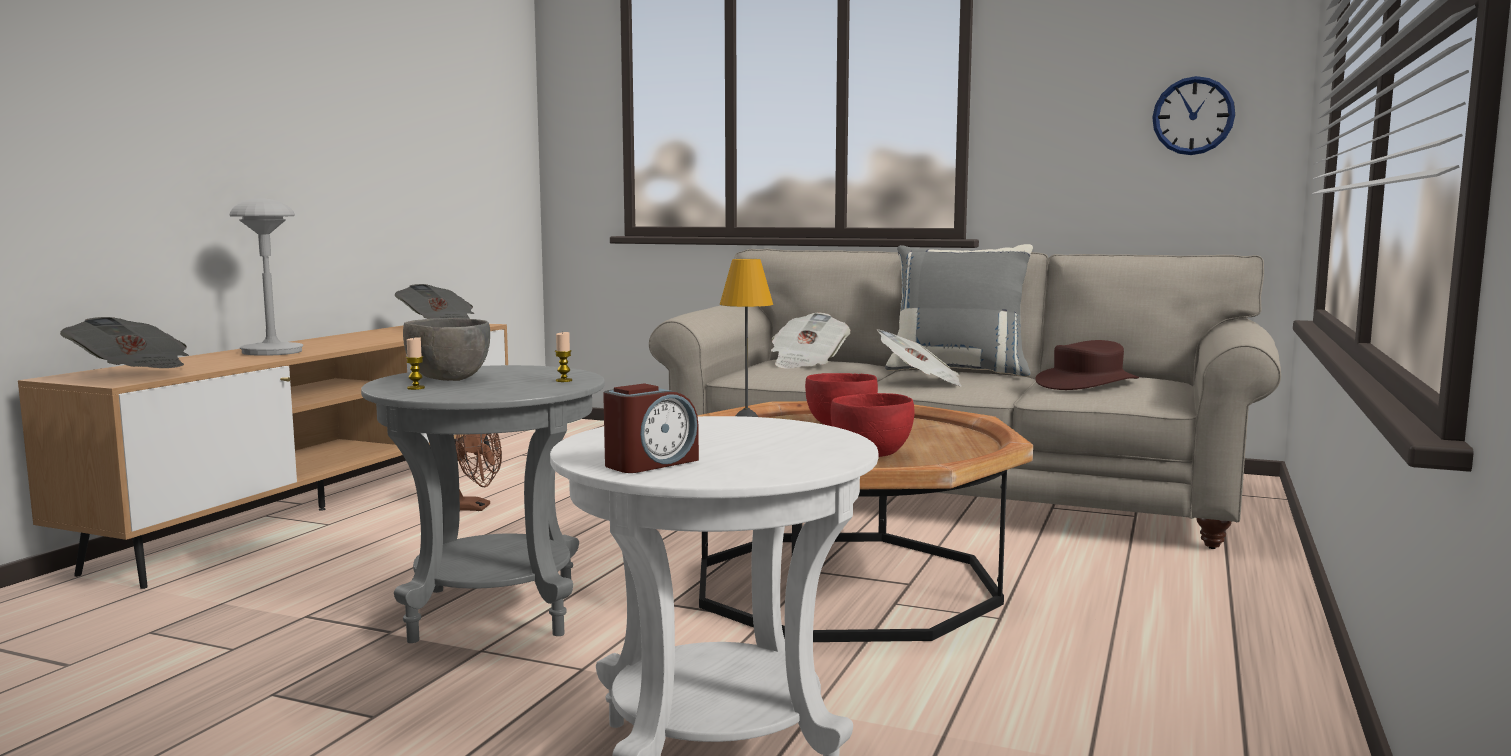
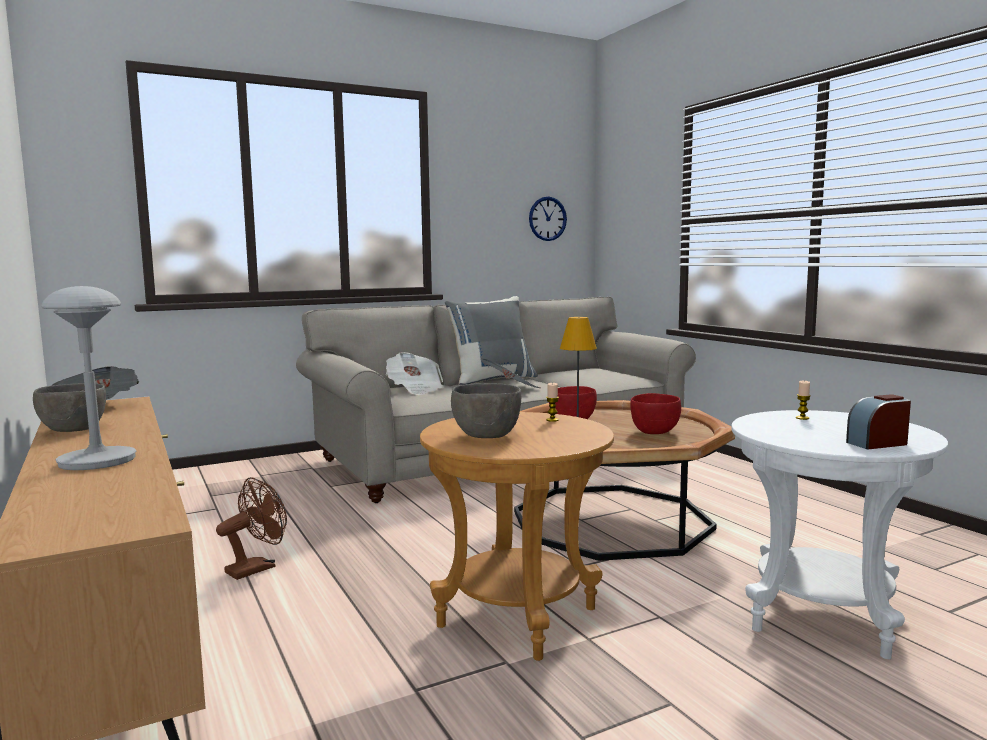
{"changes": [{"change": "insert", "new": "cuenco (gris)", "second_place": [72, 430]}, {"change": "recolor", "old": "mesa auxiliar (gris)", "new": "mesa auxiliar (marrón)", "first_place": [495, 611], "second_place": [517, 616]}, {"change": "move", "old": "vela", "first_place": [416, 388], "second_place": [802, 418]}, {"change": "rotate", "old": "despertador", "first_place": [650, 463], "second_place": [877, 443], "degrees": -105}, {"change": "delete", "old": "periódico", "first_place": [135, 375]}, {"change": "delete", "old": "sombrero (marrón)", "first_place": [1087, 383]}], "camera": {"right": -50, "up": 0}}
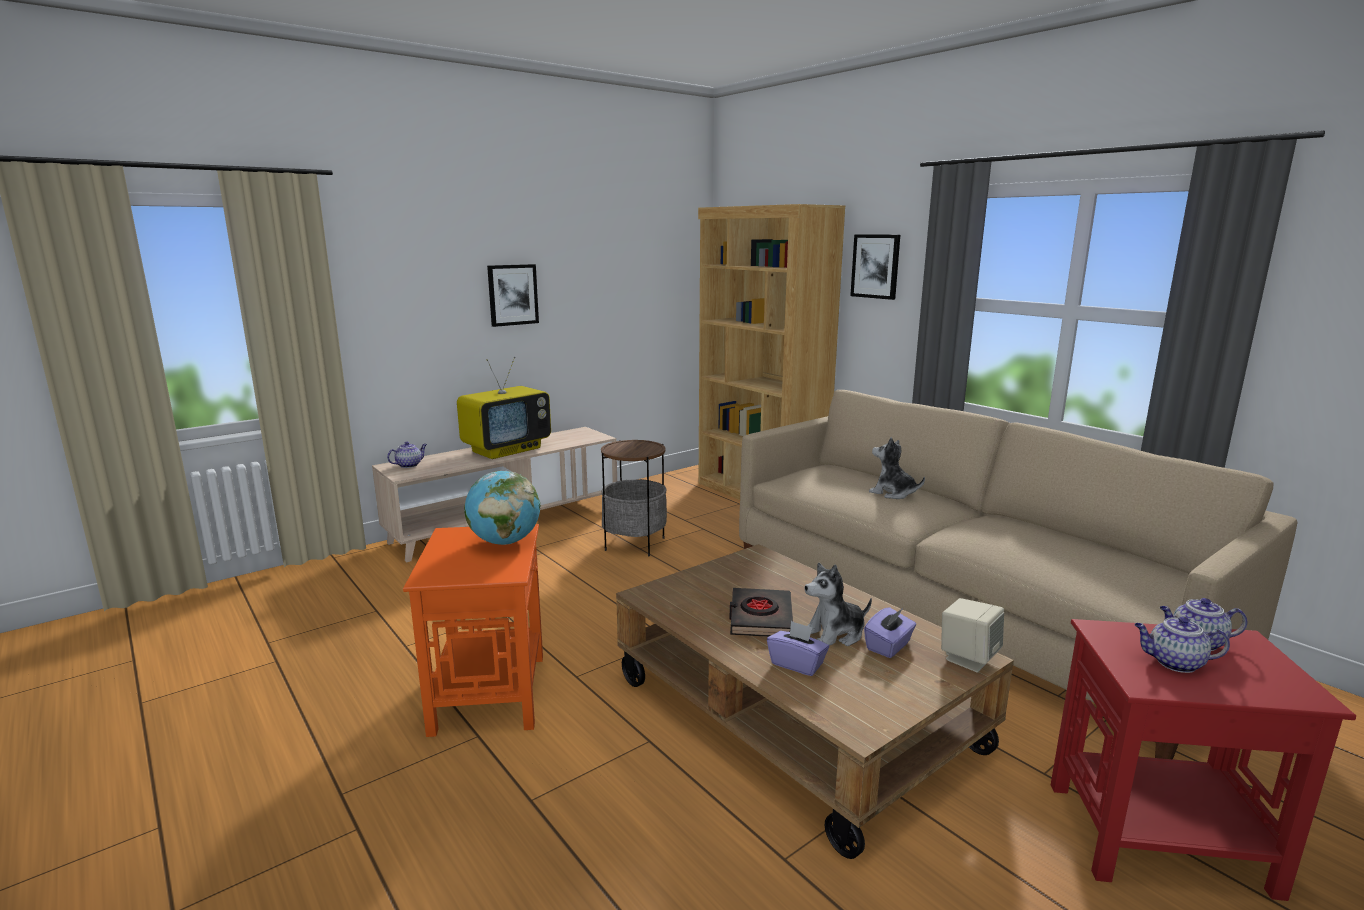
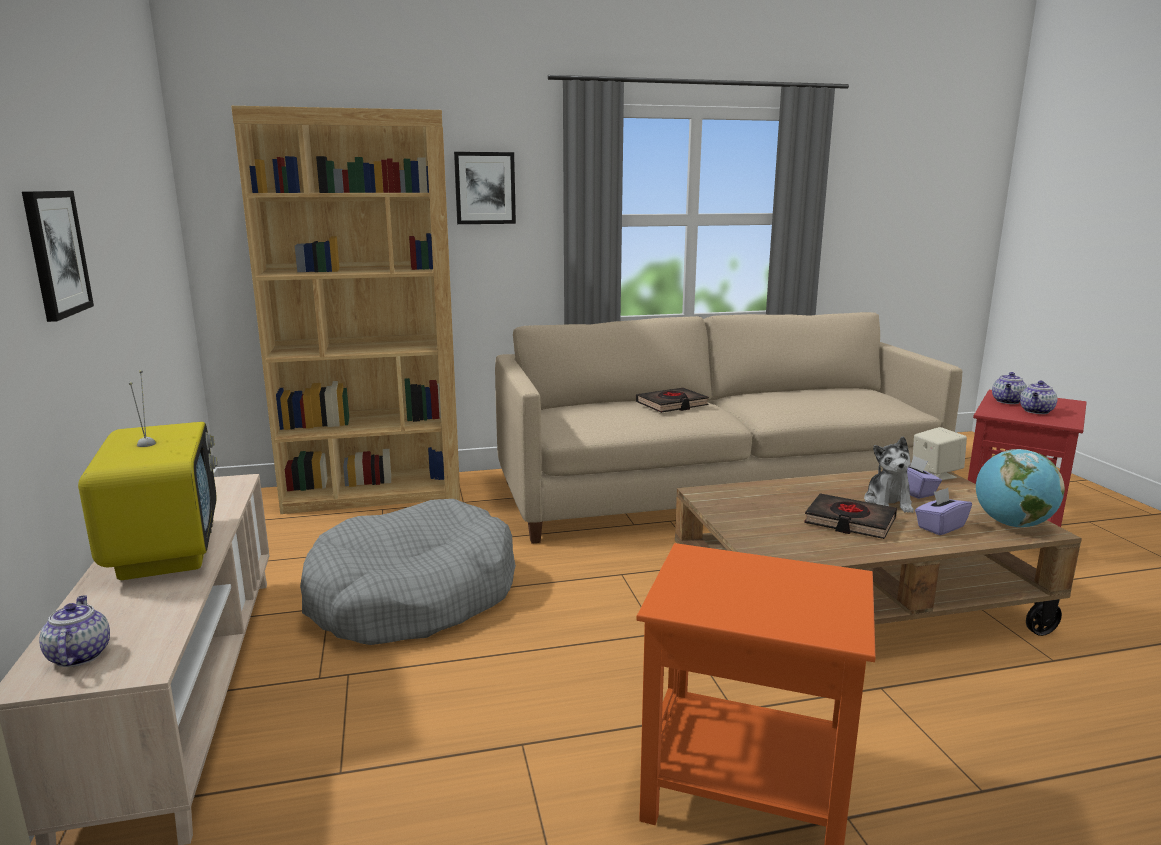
{"changes": [{"change": "replace", "old": "mesa auxiliar", "new": "cama para perro (gris)", "first_place": [635, 544], "second_place": [412, 596]}, {"change": "replace", "old": "peluche", "new": "libro (negro)", "first_place": [893, 493], "second_place": [672, 405]}, {"change": "move", "old": "globo terráqueo", "first_place": [505, 542], "second_place": [1012, 524]}], "camera": {"right": -65, "up": 0}}
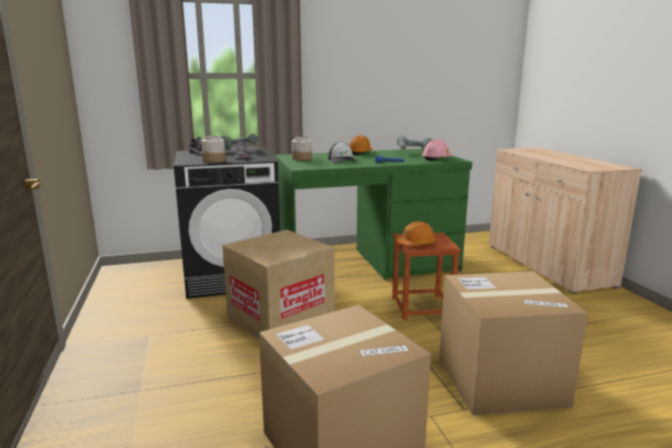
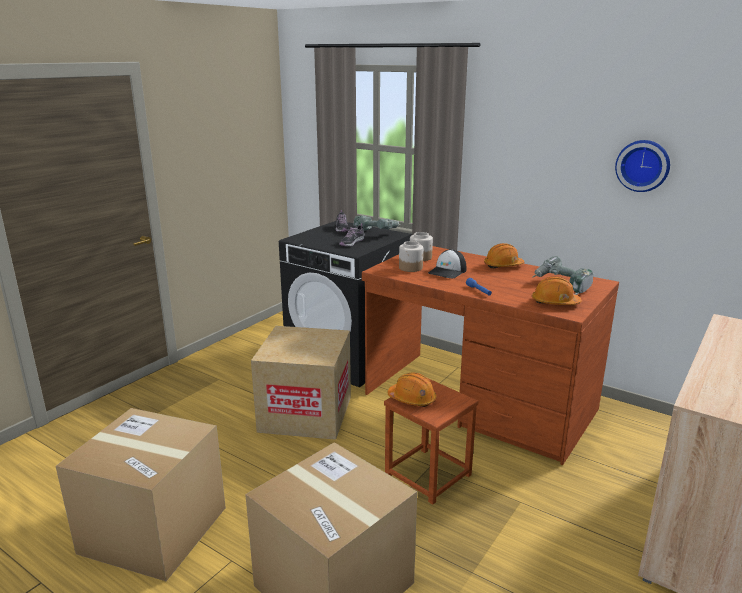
{"changes": [{"change": "recolor", "old": "escritorio (verde)", "new": "escritorio (marrón)", "first_place": [368, 264], "second_place": [479, 402]}, {"change": "move", "old": "tarro", "first_place": [214, 160], "second_place": [411, 268]}, {"change": "recolor", "old": "casco (rosa)", "new": "casco (naranja)", "first_place": [436, 158], "second_place": [554, 302]}, {"change": "insert", "new": "reloj de pared", "second_place": [643, 165]}], "camera": {"right": 50, "up": 5}}
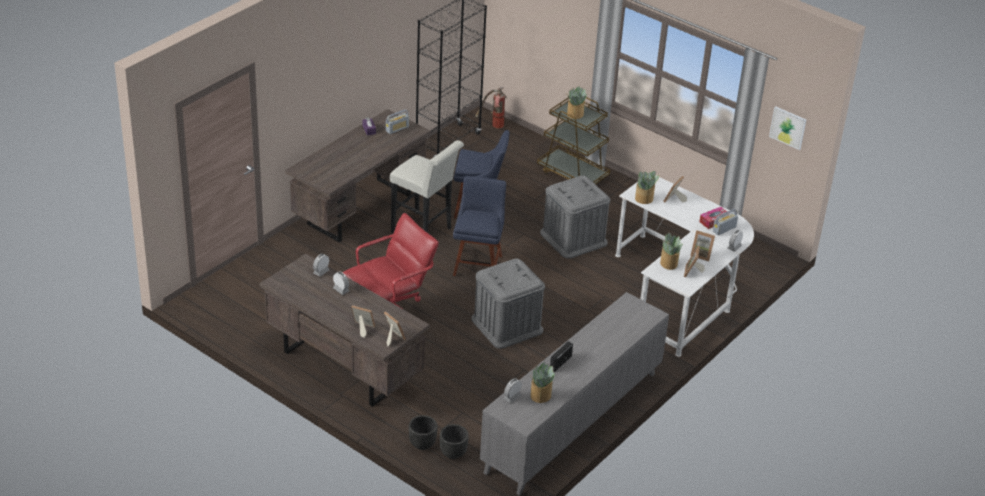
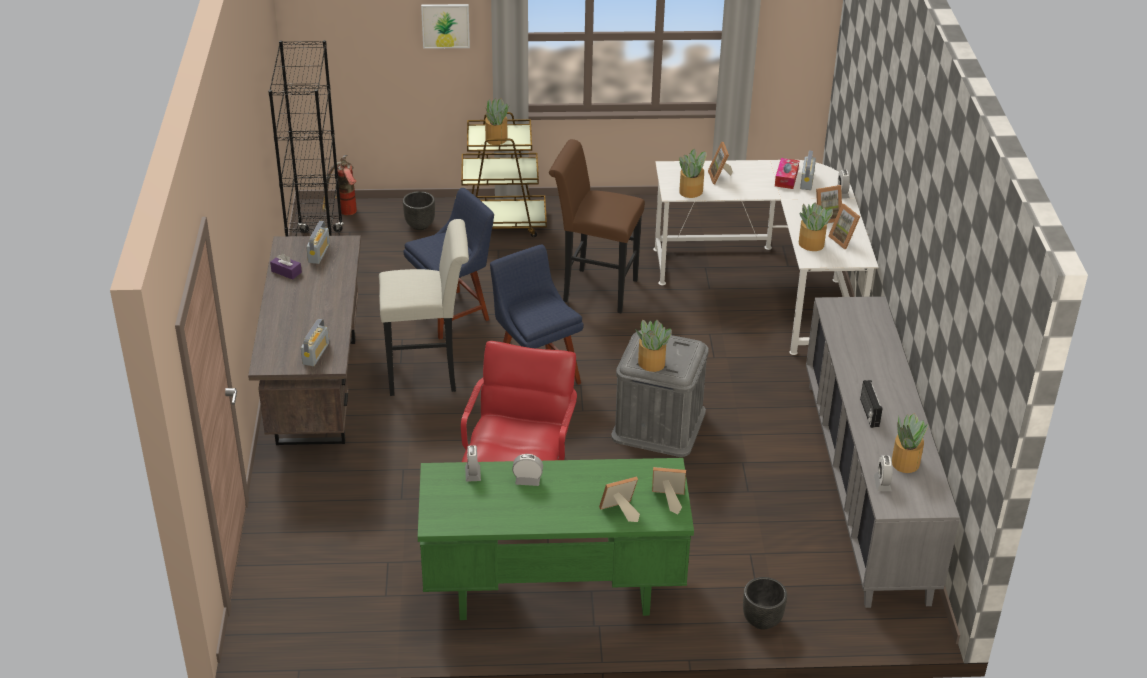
{"changes": [{"change": "insert", "new": "radio", "second_place": [316, 354]}, {"change": "move", "old": "maceta (negro)", "first_place": [453, 453], "second_place": [420, 225]}, {"change": "recolor", "old": "escritorio (marrón)", "new": "escritorio (verde)", "first_place": [343, 366], "second_place": [552, 590]}, {"change": "move", "old": "cuadro", "first_place": [788, 127], "second_place": [445, 25]}, {"change": "replace", "old": "caja de almacenaje (gris)", "new": "taburete (marrón)", "first_place": [573, 238], "second_place": [594, 289]}, {"change": "insert", "new": "planta en maceta", "second_place": [651, 363]}], "camera": {"right": -40, "up": 0}}
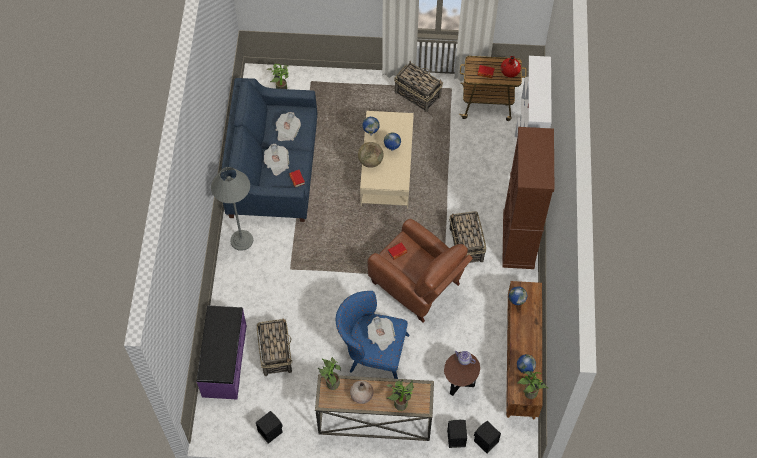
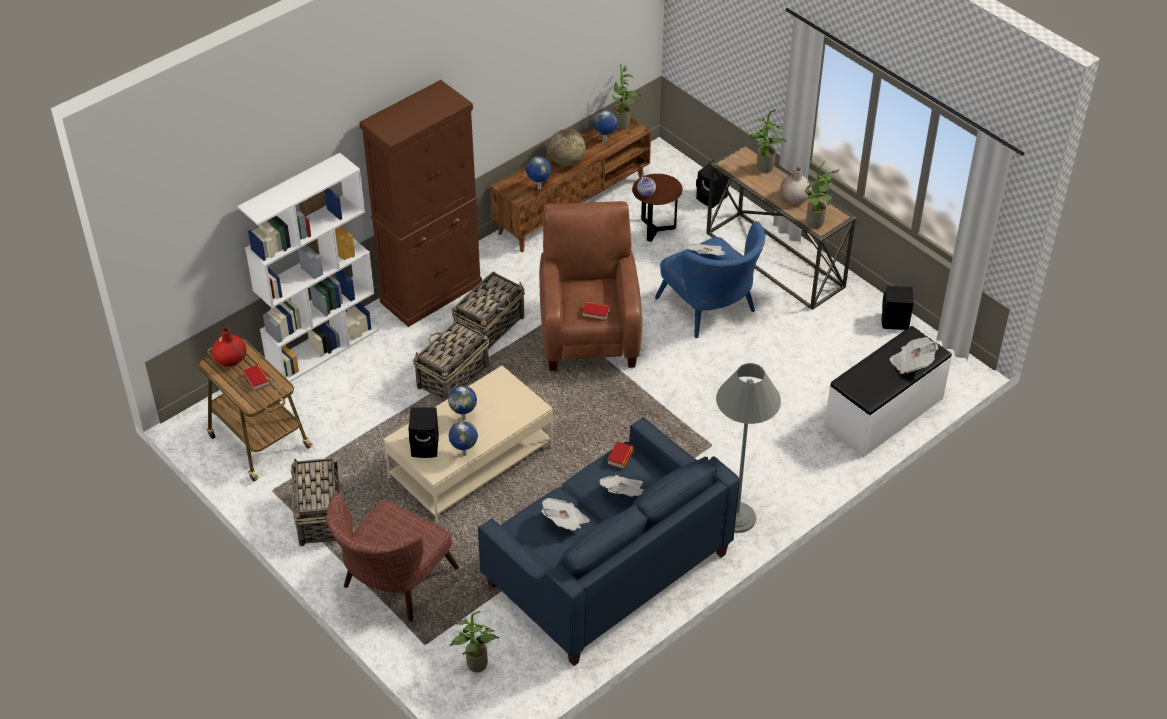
{"changes": [{"change": "insert", "new": "sillón (marrón)", "second_place": [392, 585]}, {"change": "move", "old": "altavoz (negro)", "first_place": [485, 442], "second_place": [426, 446]}, {"change": "move", "old": "cesta", "first_place": [275, 352], "second_place": [452, 377]}, {"change": "move", "old": "globo terráqueo", "first_place": [370, 161], "second_place": [567, 161]}, {"change": "recolor", "old": "banco (morado)", "new": "banco (blanco)", "first_place": [224, 361], "second_place": [884, 413]}, {"change": "insert", "new": "periódico", "second_place": [911, 363]}], "camera": {"right": -135, "up": -15}}
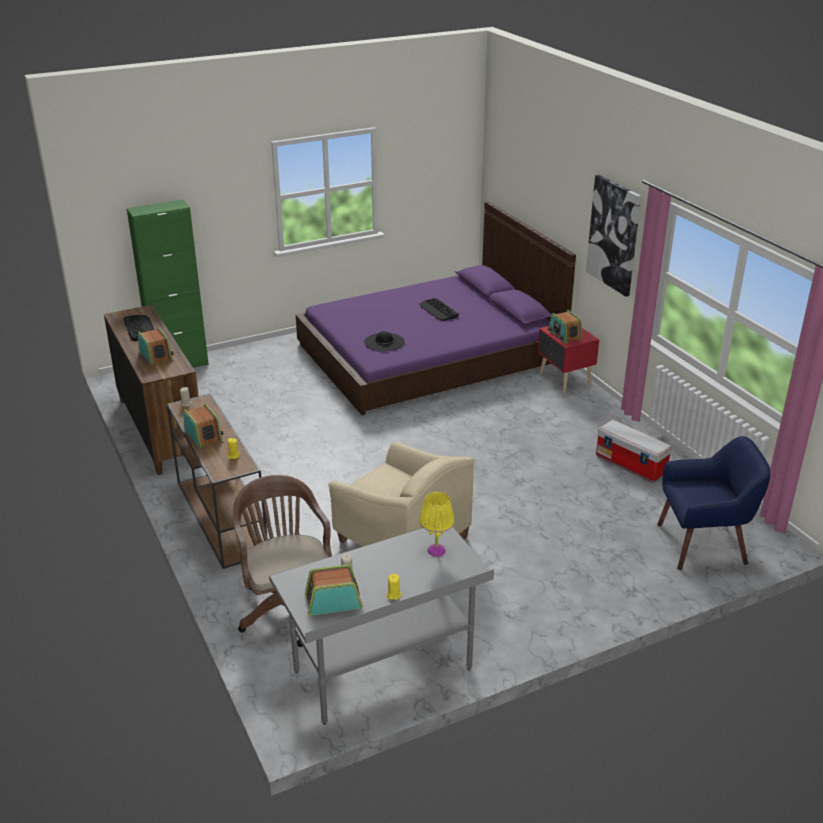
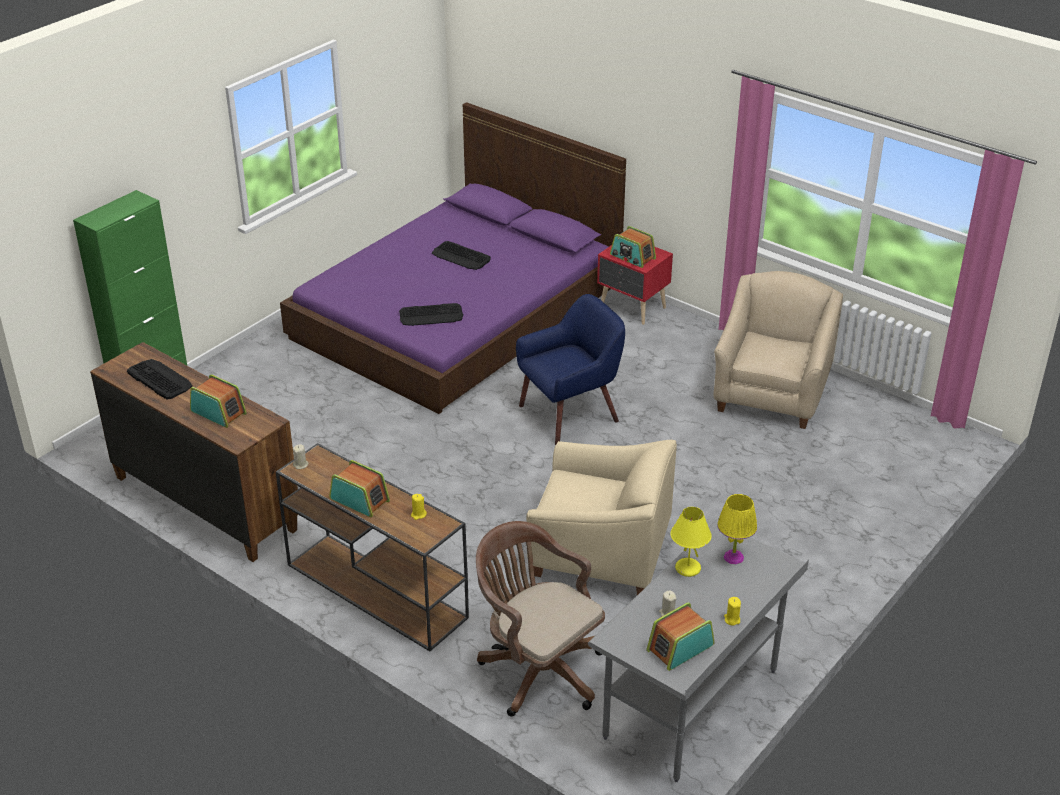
{"changes": [{"change": "replace", "old": "sombrero (negro)", "new": "teclado", "first_place": [384, 342], "second_place": [431, 315]}, {"change": "move", "old": "sillón (azul)", "first_place": [703, 544], "second_place": [570, 413]}, {"change": "insert", "new": "lámpara de mesa (amarillo)", "second_place": [687, 568]}, {"change": "replace", "old": "caja de almacenaje", "new": "sillón (beis)", "first_place": [631, 465], "second_place": [771, 393]}, {"change": "delete", "old": "cuadro", "first_place": [614, 235]}], "camera": {"right": -25, "up": 5}}
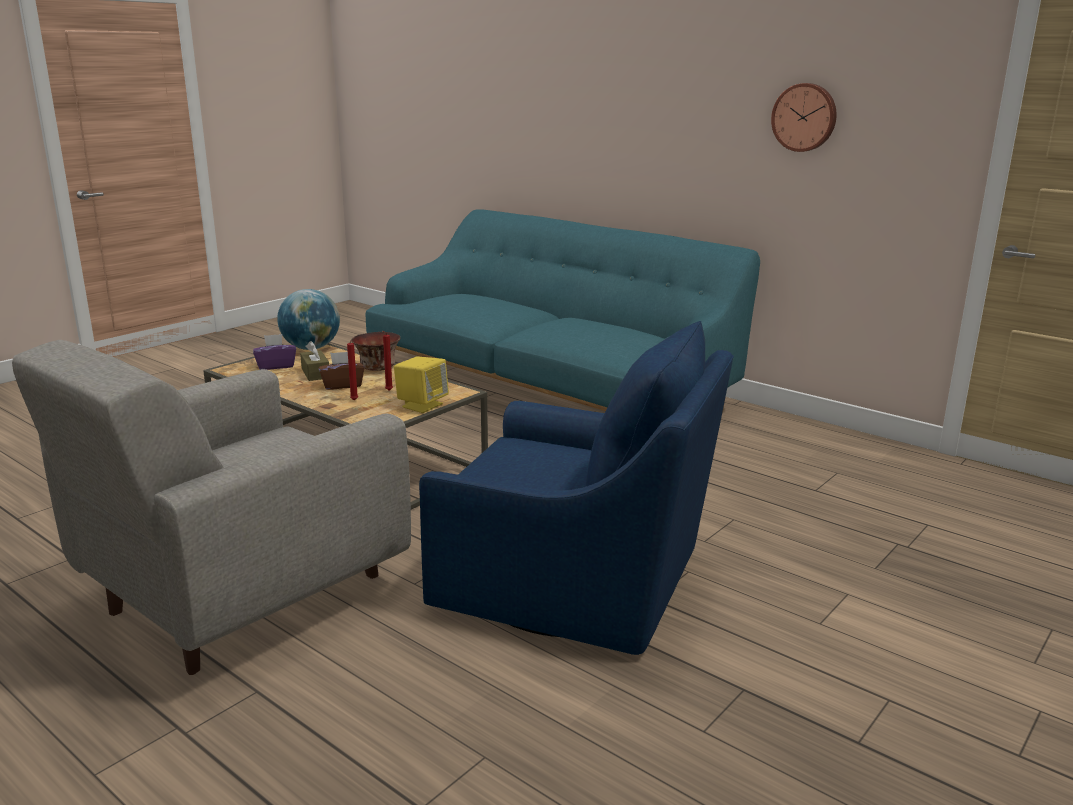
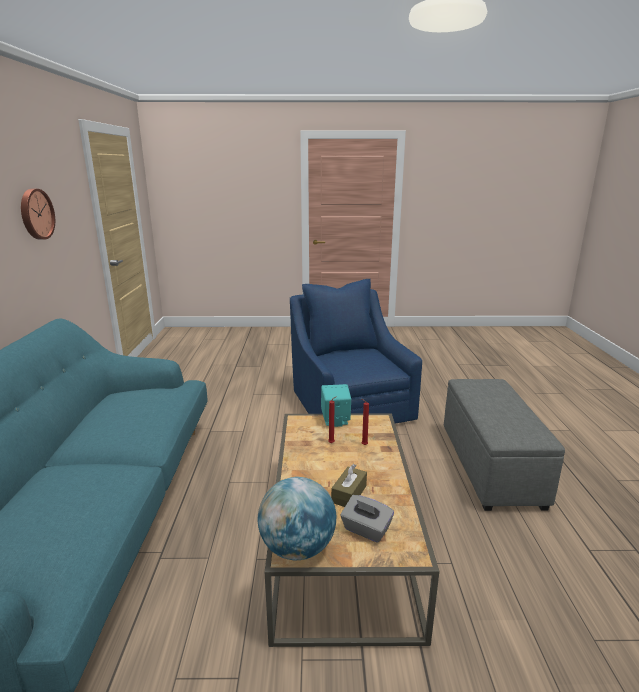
{"changes": [{"change": "recolor", "old": "altavoz (amarillo)", "new": "altavoz (turquesa)", "first_place": [422, 405], "second_place": [335, 420]}, {"change": "recolor", "old": "caja de pañuelos (morado)", "new": "caja de pañuelos (gris)", "first_place": [276, 366], "second_place": [366, 530]}, {"change": "replace", "old": "sillón (gris)", "new": "puf (gris)", "first_place": [238, 597], "second_place": [491, 466]}, {"change": "delete", "old": "caja de pañuelos (marrón)", "first_place": [342, 385]}, {"change": "delete", "old": "cuenco", "first_place": [377, 369]}], "camera": {"right": -130, "up": 0}}
